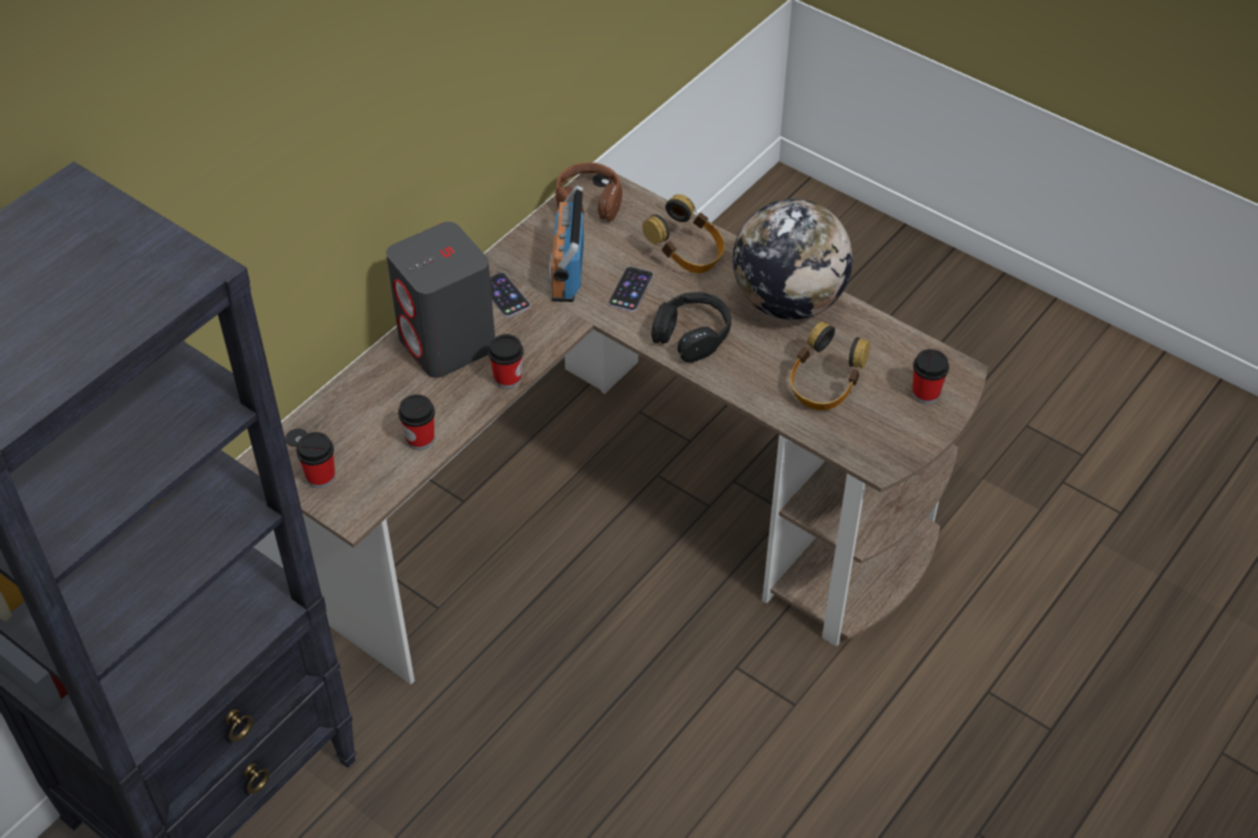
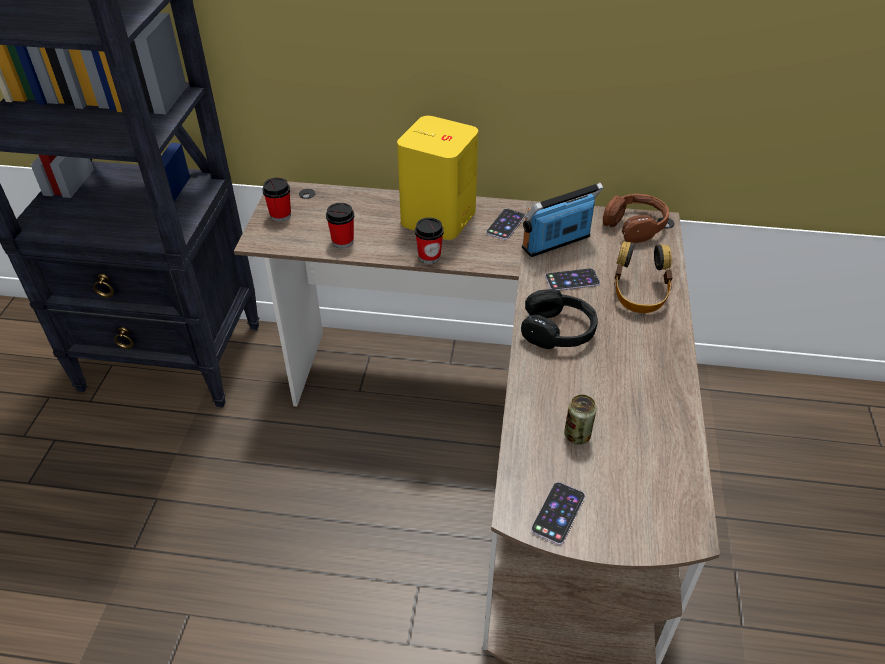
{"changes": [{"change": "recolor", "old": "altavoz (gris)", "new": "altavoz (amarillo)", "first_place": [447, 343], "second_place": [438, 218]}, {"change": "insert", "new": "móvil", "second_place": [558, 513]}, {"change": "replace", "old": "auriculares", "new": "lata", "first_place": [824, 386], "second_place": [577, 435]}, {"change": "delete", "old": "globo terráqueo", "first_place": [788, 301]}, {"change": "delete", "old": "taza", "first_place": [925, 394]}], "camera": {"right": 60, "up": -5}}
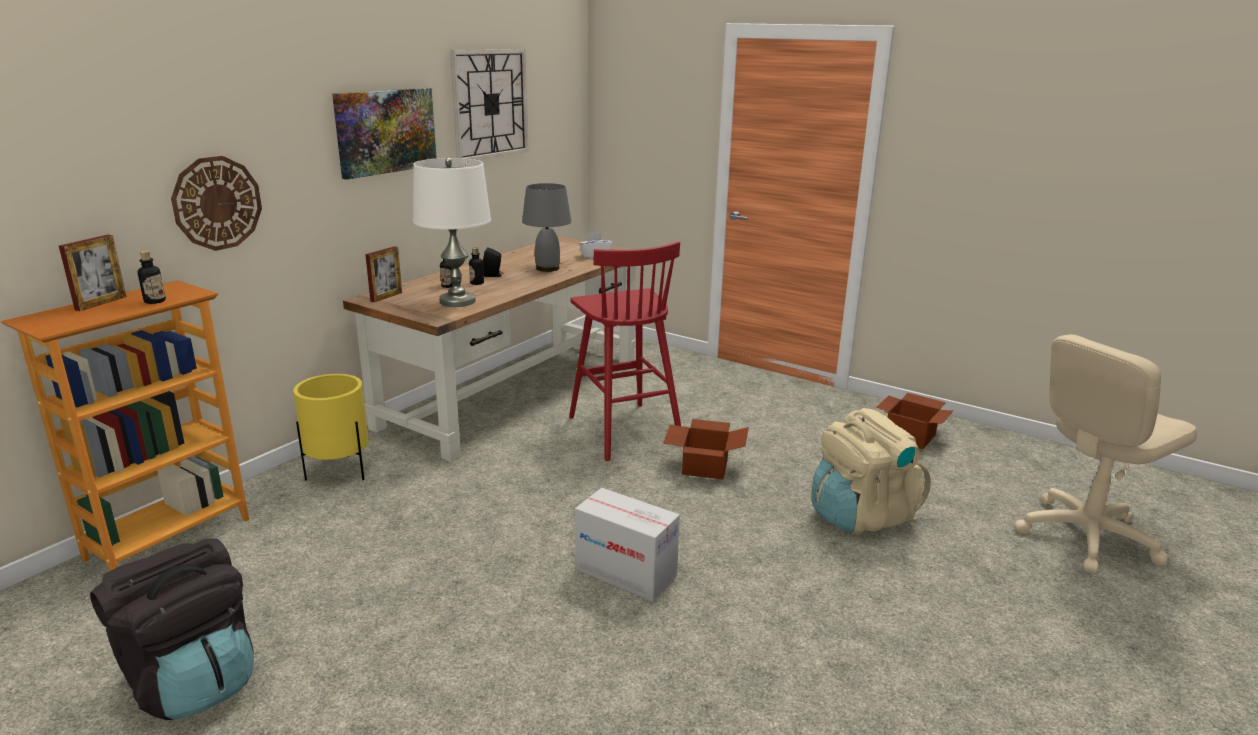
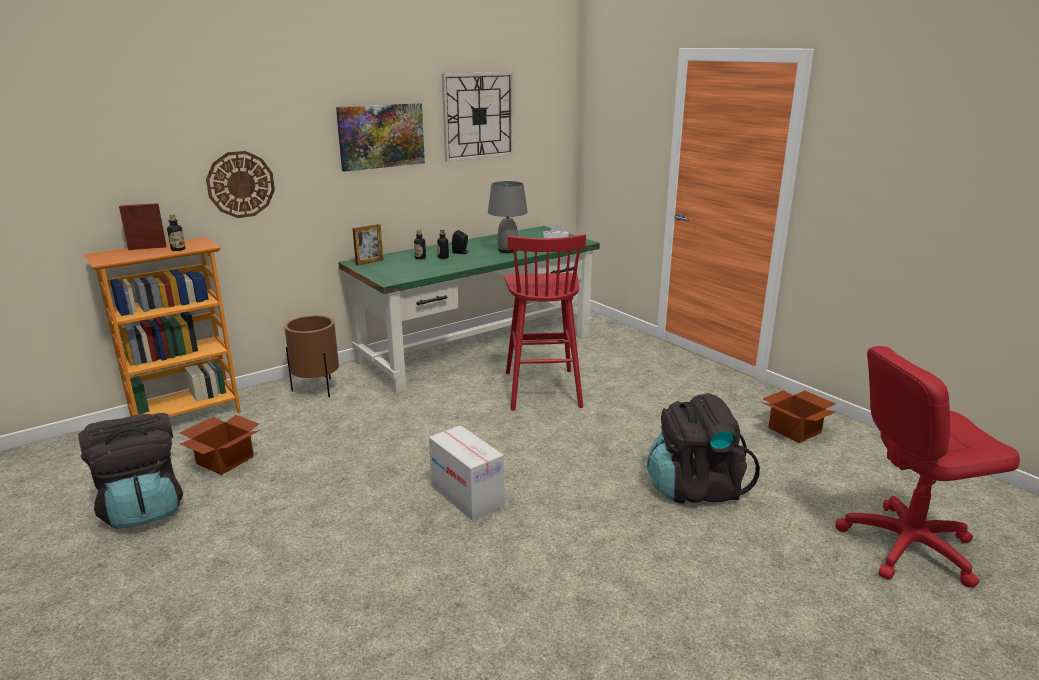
{"changes": [{"change": "rotate", "old": "portarretratos", "first_place": [101, 303], "second_place": [147, 248], "degrees": -150}, {"change": "move", "old": "caja de cartón", "first_place": [703, 466], "second_place": [225, 459]}, {"change": "recolor", "old": "maceta (amarillo)", "new": "maceta (marrón)", "first_place": [339, 471], "second_place": [317, 388]}, {"change": "recolor", "old": "escritorio (marrón)", "new": "escritorio (verde)", "first_place": [514, 392], "second_place": [478, 348]}, {"change": "recolor", "old": "mochila (beis)", "new": "mochila (negro)", "first_place": [861, 516], "second_place": [695, 488]}, {"change": "recolor", "old": "silla de oficina (beis)", "new": "silla de oficina (rojo)", "first_place": [1085, 536], "second_place": [907, 546]}, {"change": "delete", "old": "lámpara de mesa (blanco)", "first_place": [457, 301]}], "camera": {"right": 20, "up": 0}}
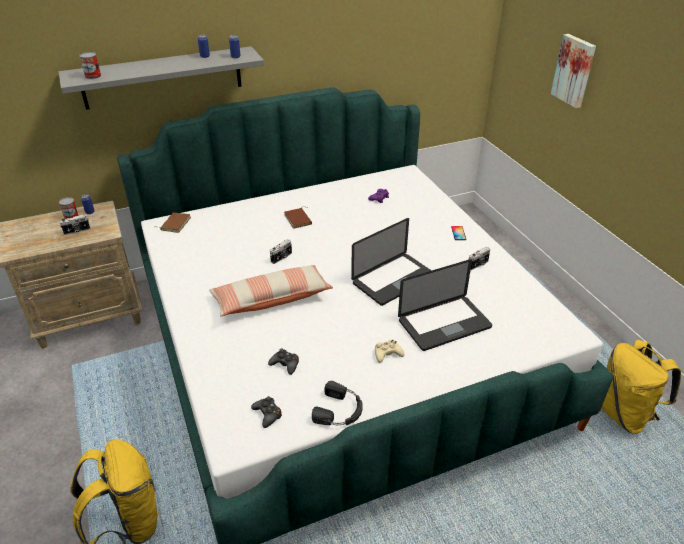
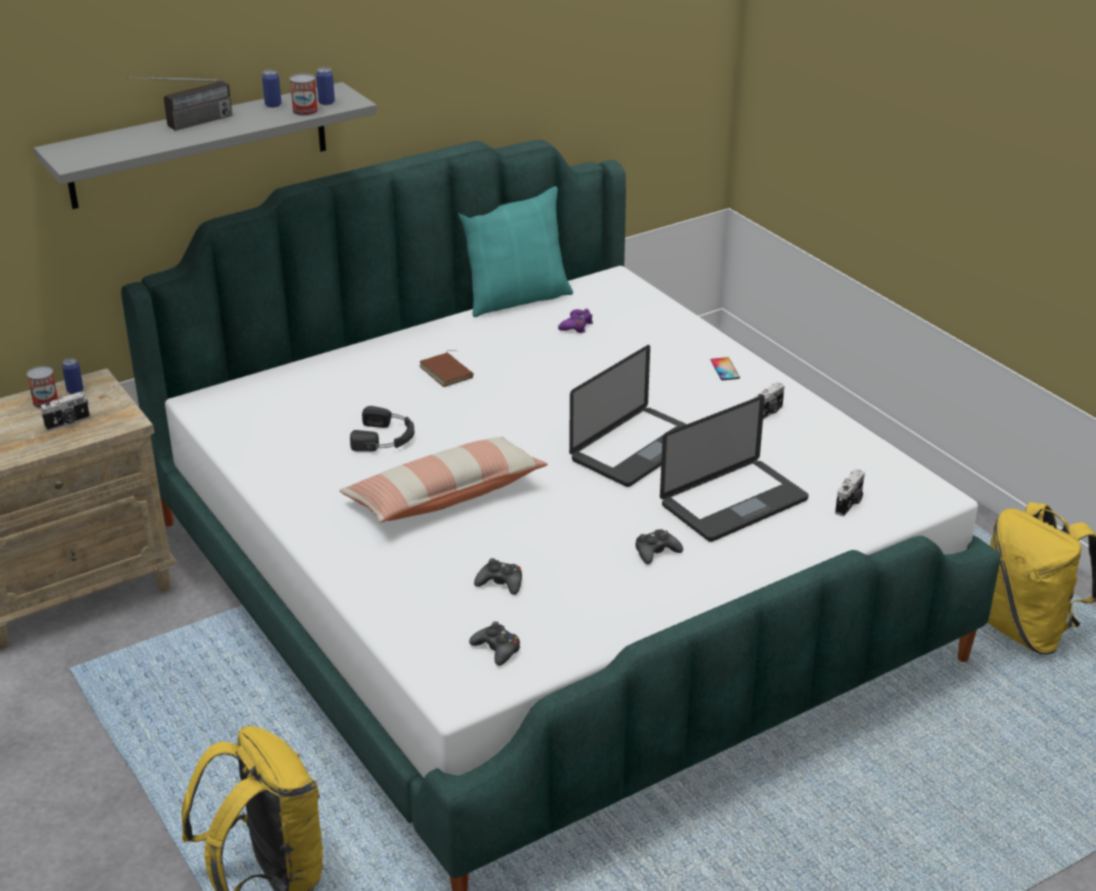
{"changes": [{"change": "insert", "new": "radio", "second_place": [185, 125]}, {"change": "move", "old": "lata", "first_place": [93, 76], "second_place": [305, 111]}, {"change": "move", "old": "auriculares (negro)", "first_place": [340, 410], "second_place": [385, 438]}, {"change": "insert", "new": "cojín (turquesa)", "second_place": [516, 298]}, {"change": "recolor", "old": "mando de consola (beis)", "new": "mando de consola (negro)", "first_place": [387, 354], "second_place": [656, 552]}, {"change": "move", "old": "cámara", "first_place": [282, 257], "second_place": [850, 504]}, {"change": "delete", "old": "libro (marrón)", "first_place": [175, 224]}, {"change": "delete", "old": "cuadro", "first_place": [574, 70]}], "camera": {"right": -10, "up": -5}}
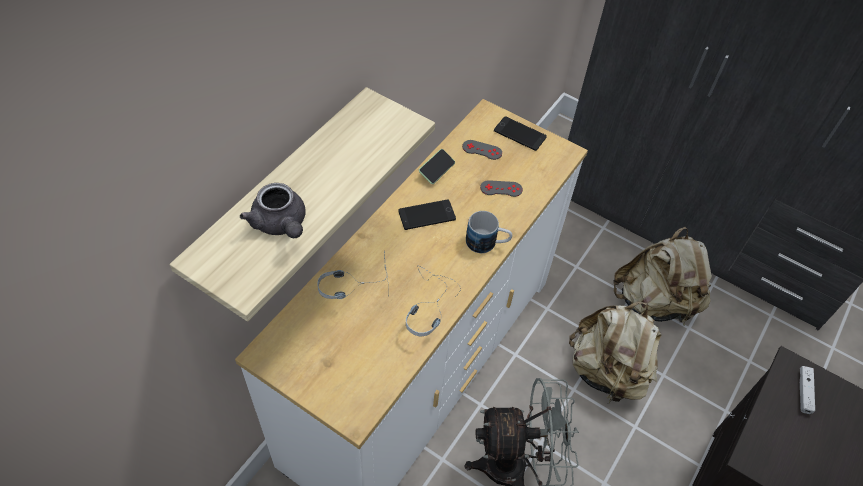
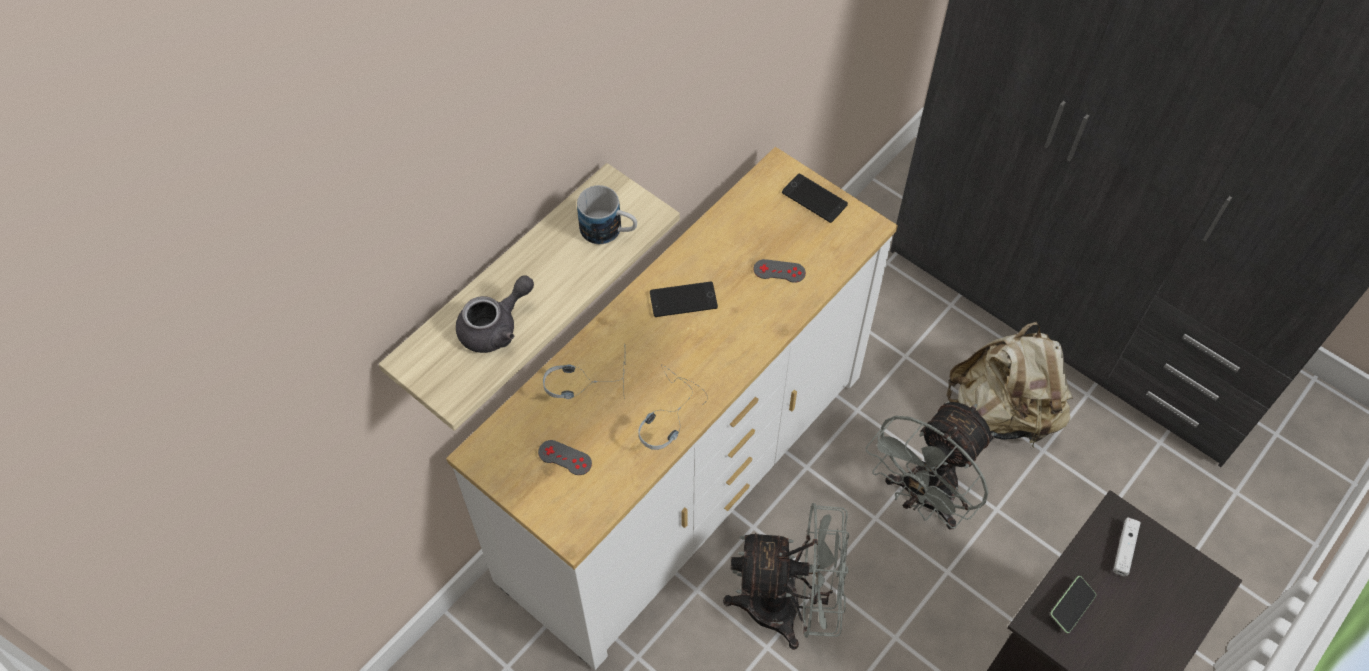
{"changes": [{"change": "rotate", "old": "tetera (gris)", "first_place": [280, 224], "second_place": [496, 327], "degrees": -105}, {"change": "move", "old": "mando de consola (gris)", "first_place": [482, 150], "second_place": [565, 458]}, {"change": "move", "old": "taza grande", "first_place": [487, 243], "second_place": [609, 231]}, {"change": "replace", "old": "mochila (beis)", "new": "ventilador (gris)", "first_place": [607, 371], "second_place": [923, 499]}, {"change": "move", "old": "móvil", "first_place": [436, 170], "second_place": [1071, 607]}], "camera": {"right": 10, "up": 5}}
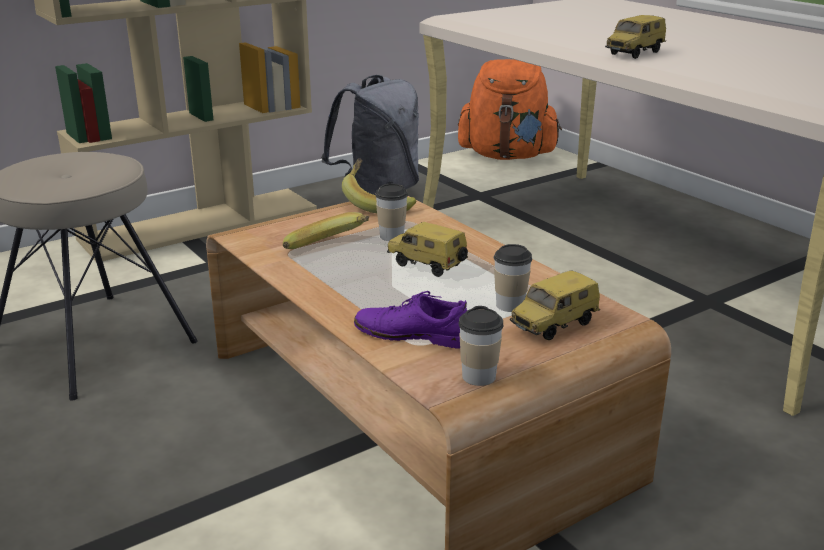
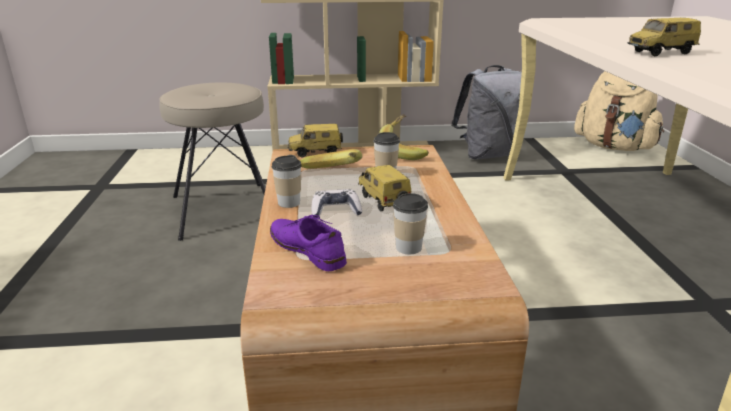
{"changes": [{"change": "move", "old": "taza", "first_place": [478, 377], "second_place": [289, 203]}, {"change": "move", "old": "coche de juguete", "first_place": [555, 327], "second_place": [315, 153]}, {"change": "insert", "new": "mando de consola", "second_place": [336, 211]}, {"change": "recolor", "old": "mochila (naranja)", "new": "mochila (beis)", "first_place": [507, 156], "second_place": [614, 147]}], "camera": {"right": 30, "up": 0}}
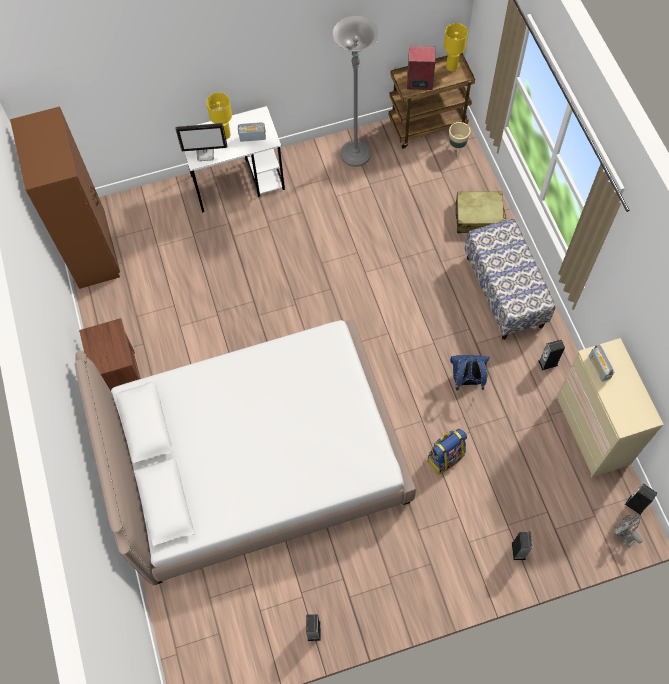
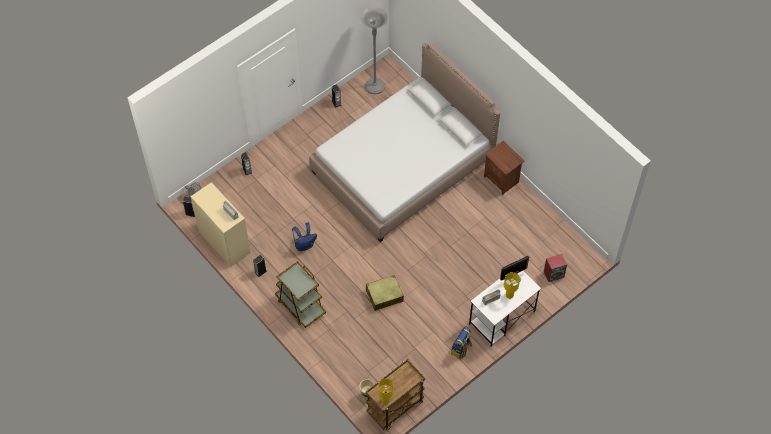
{"changes": [{"change": "replace", "old": "banco", "new": "carrito (marrón)", "first_place": [504, 292], "second_place": [300, 306]}, {"change": "move", "old": "lámpara de pie (gris)", "first_place": [355, 155], "second_place": [375, 86]}, {"change": "move", "old": "maleta (beis)", "first_place": [478, 217], "second_place": [384, 296]}, {"change": "move", "old": "mochila", "first_place": [445, 457], "second_place": [461, 349]}, {"change": "move", "old": "altavoz", "first_place": [419, 82], "second_place": [554, 274]}, {"change": "delete", "old": "armario ropero (marrón)", "first_place": [93, 250]}], "camera": {"right": 155, "up": -5}}
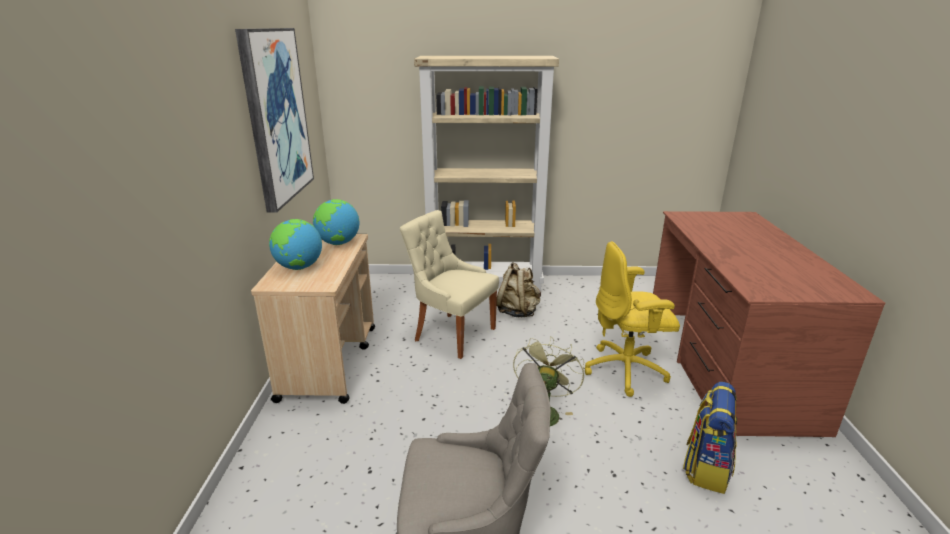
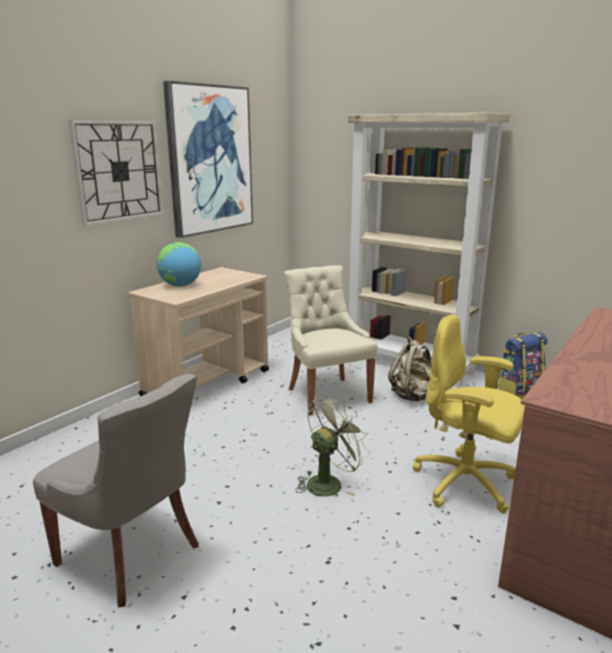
{"changes": [{"change": "insert", "new": "reloj de pared", "second_place": [119, 171]}, {"change": "move", "old": "mochila", "first_place": [706, 467], "second_place": [518, 394]}, {"change": "delete", "old": "globo terráqueo", "first_place": [338, 243]}], "camera": {"right": 35, "up": -5}}
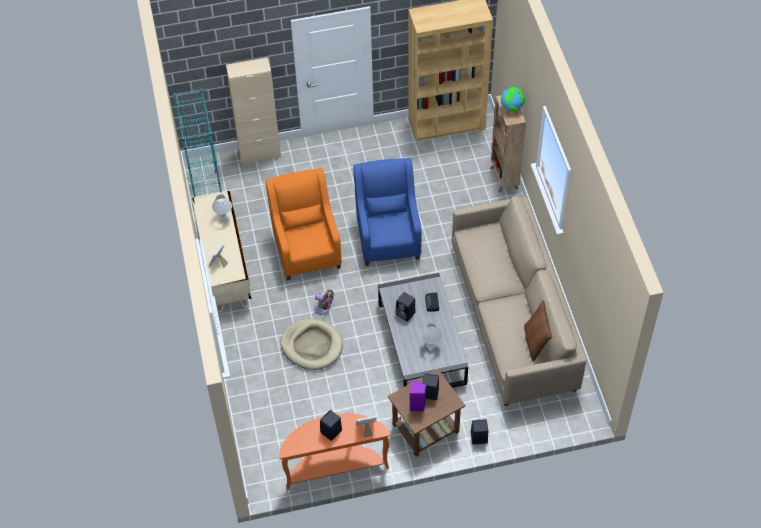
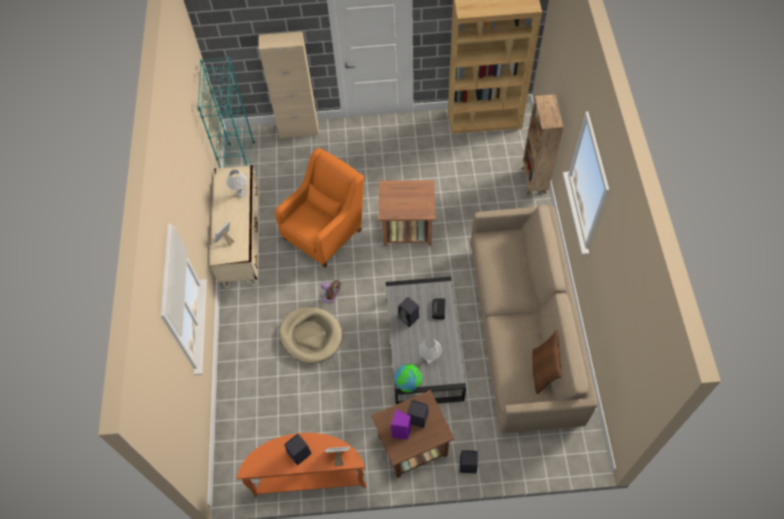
{"changes": [{"change": "rotate", "old": "sillón (naranja)", "first_place": [306, 249], "second_place": [325, 231], "degrees": 45}, {"change": "replace", "old": "sillón (azul)", "new": "mesa auxiliar (marrón)", "first_place": [388, 237], "second_place": [408, 228]}, {"change": "move", "old": "globo terráqueo", "first_place": [512, 107], "second_place": [408, 383]}], "camera": {"right": 10, "up": 5}}
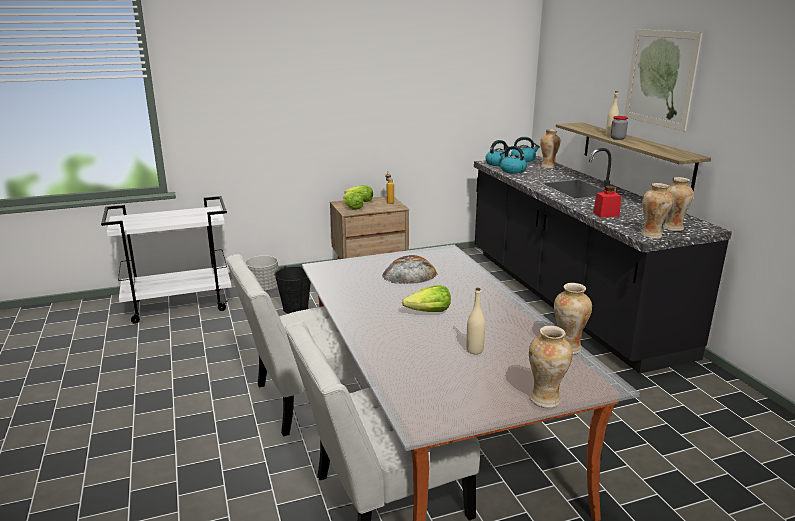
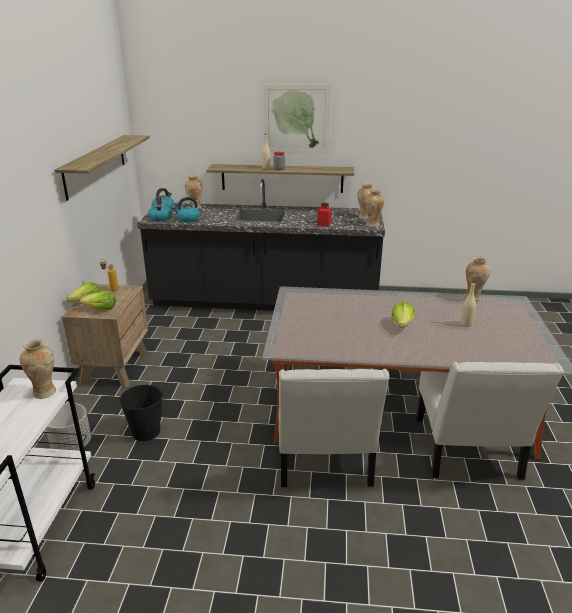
{"changes": [{"change": "move", "old": "florero", "first_place": [545, 400], "second_place": [45, 392]}, {"change": "insert", "new": "estante", "second_place": [95, 165]}, {"change": "delete", "old": "pan", "first_place": [409, 273]}], "camera": {"right": -65, "up": 5}}
